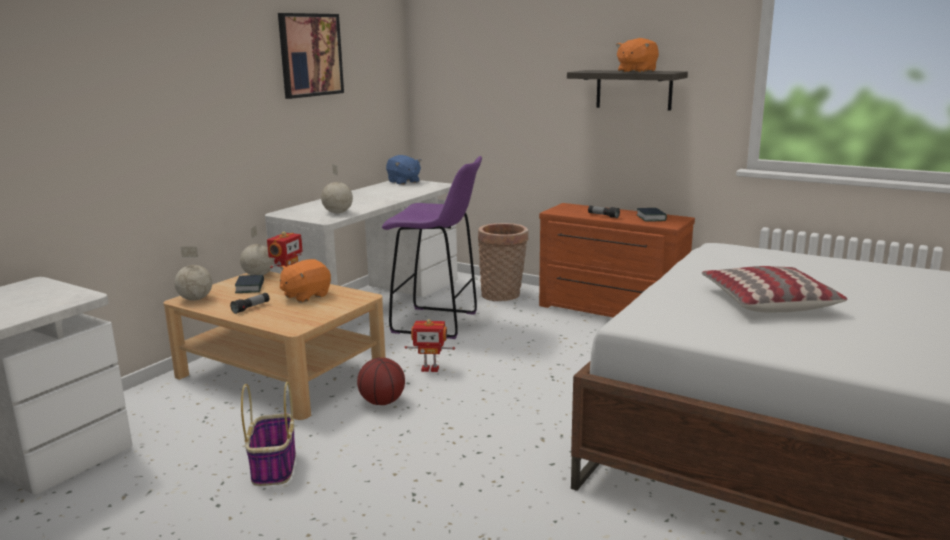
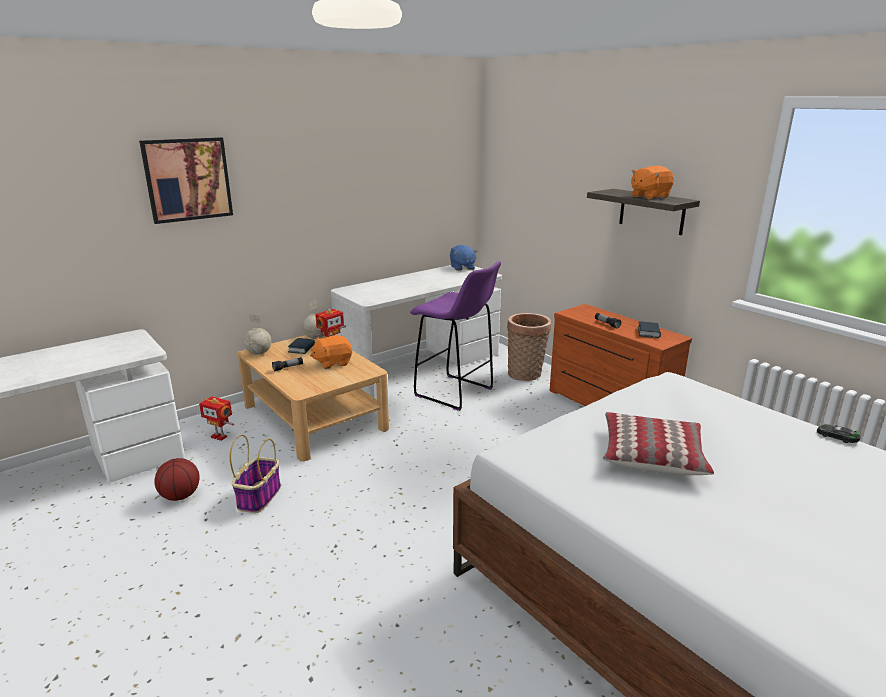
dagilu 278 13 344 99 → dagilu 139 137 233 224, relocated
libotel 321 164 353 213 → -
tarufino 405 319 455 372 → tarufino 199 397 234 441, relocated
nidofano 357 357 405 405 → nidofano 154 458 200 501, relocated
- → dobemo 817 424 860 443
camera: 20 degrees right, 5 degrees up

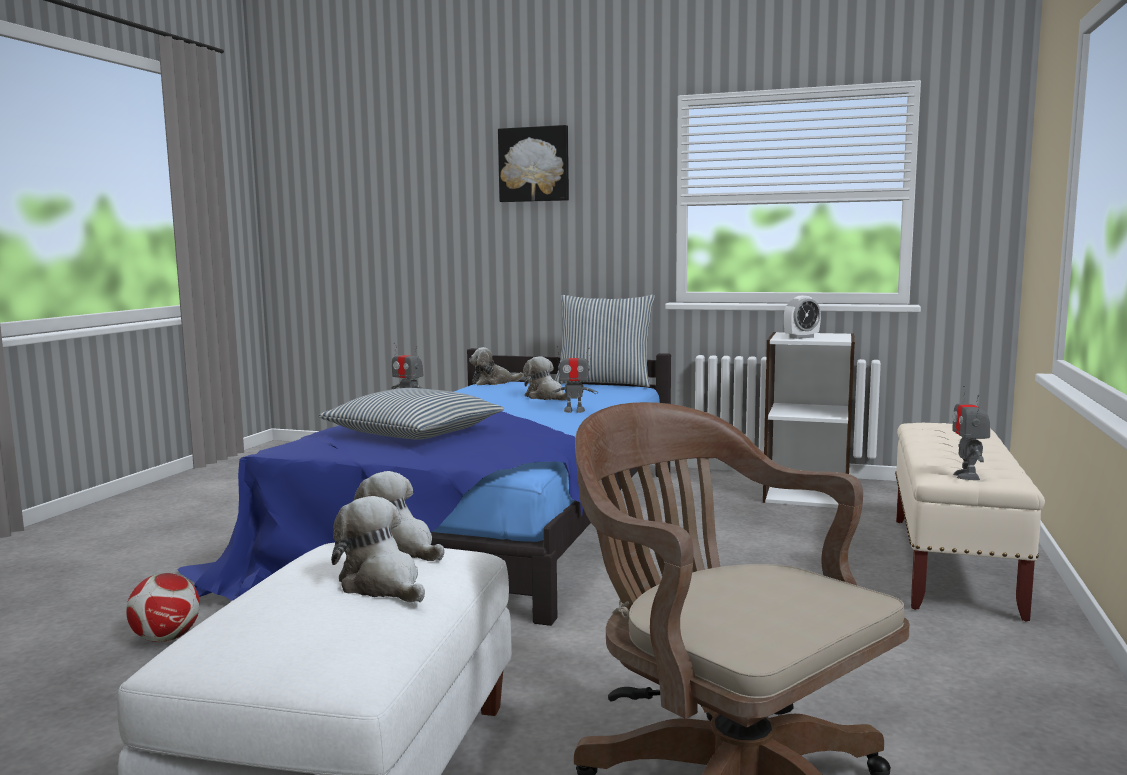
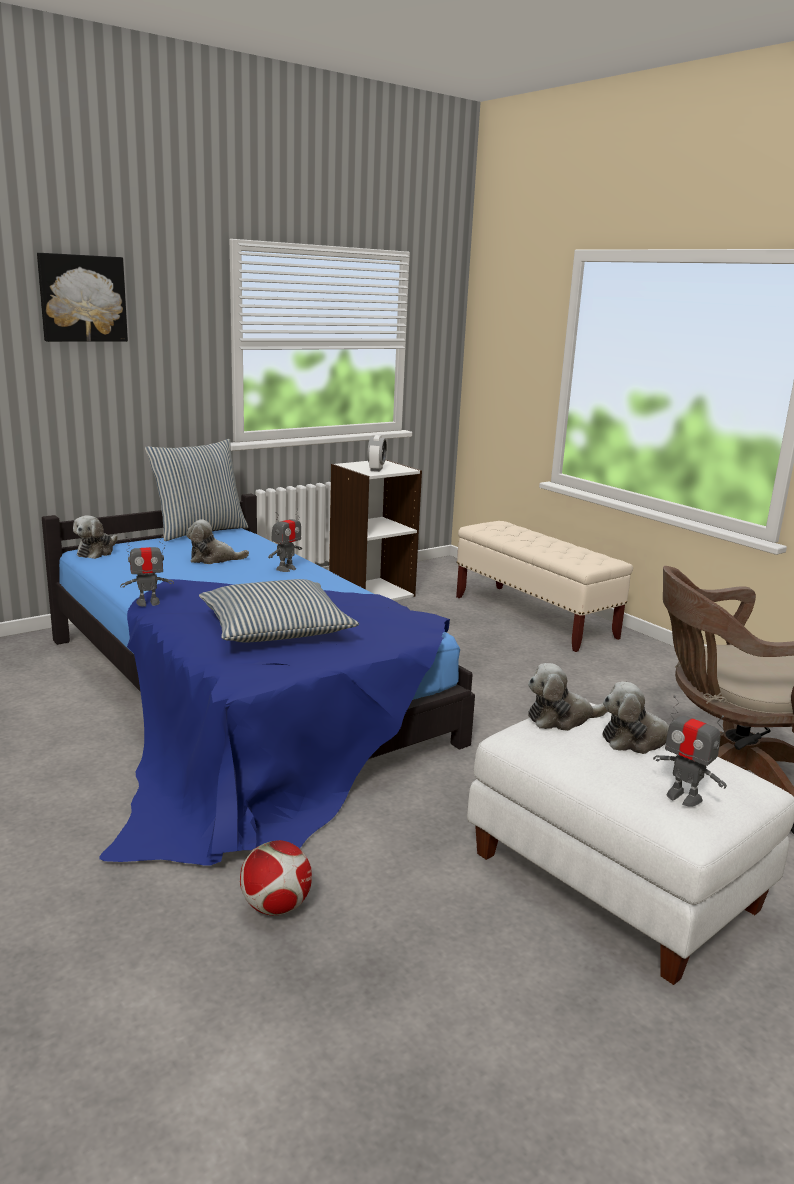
tarufino 952 385 990 480 → tarufino 653 696 727 807, relocated
camera: 55 degrees left, 10 degrees up

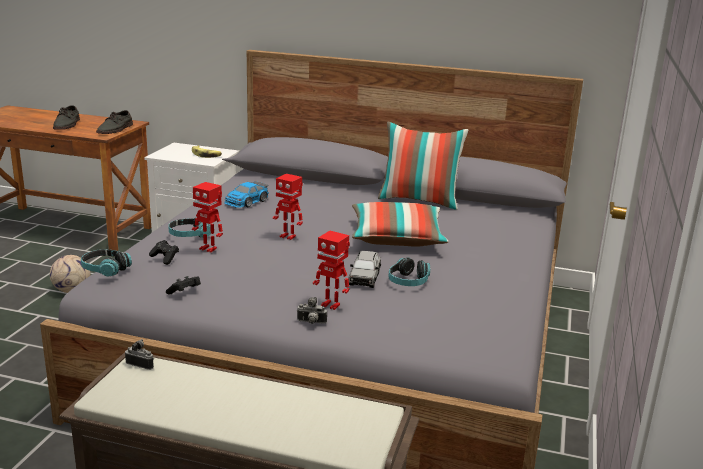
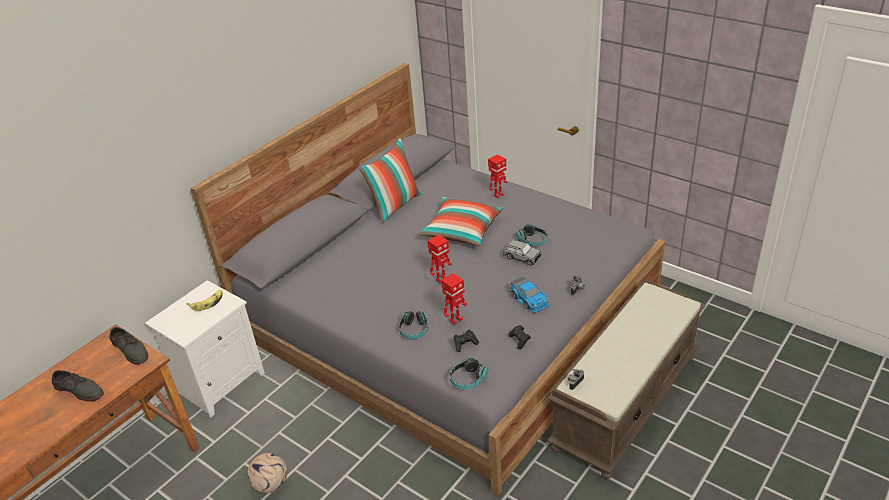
dobemo 224 181 269 208 → dobemo 510 276 549 313, relocated
tarufino 313 231 350 310 → tarufino 488 154 508 198, relocated
camera: 65 degrees left, 15 degrees up

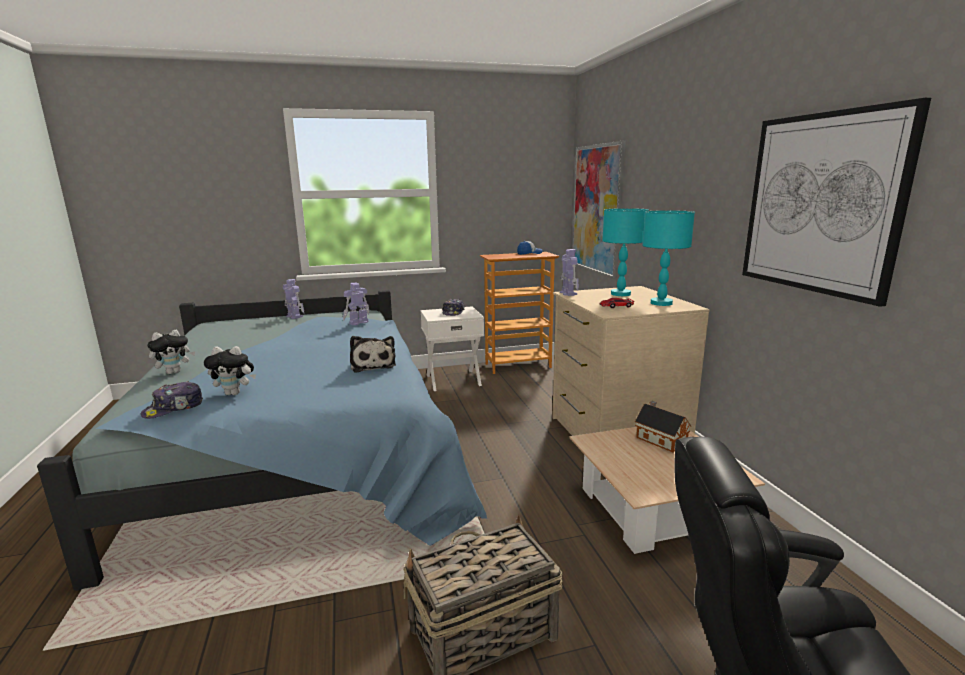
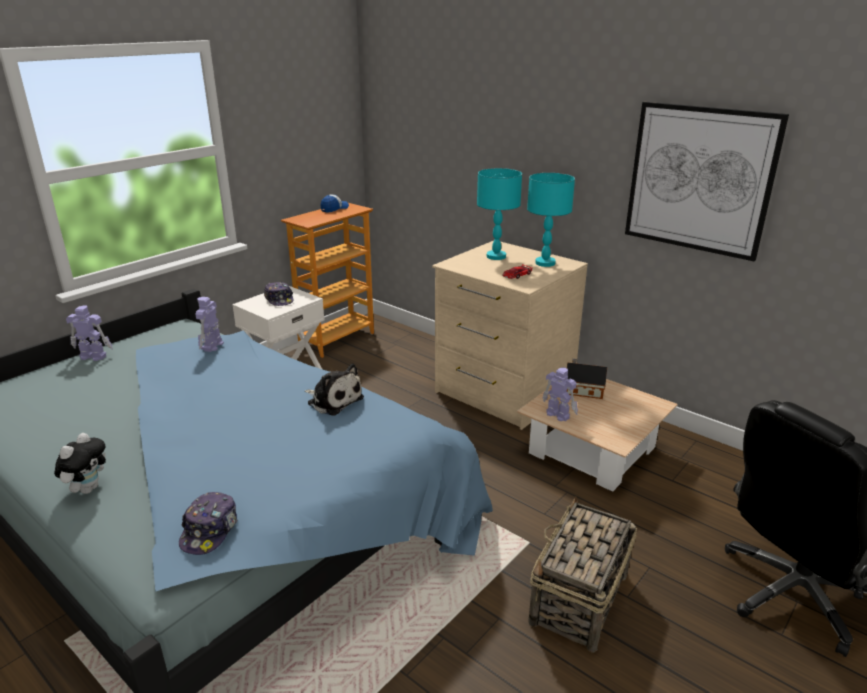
dagilu 572 141 626 279 → -
tarufino 560 249 579 296 → tarufino 542 368 578 421, relocated
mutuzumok 204 346 256 395 → -
camera: 35 degrees left, 10 degrees up

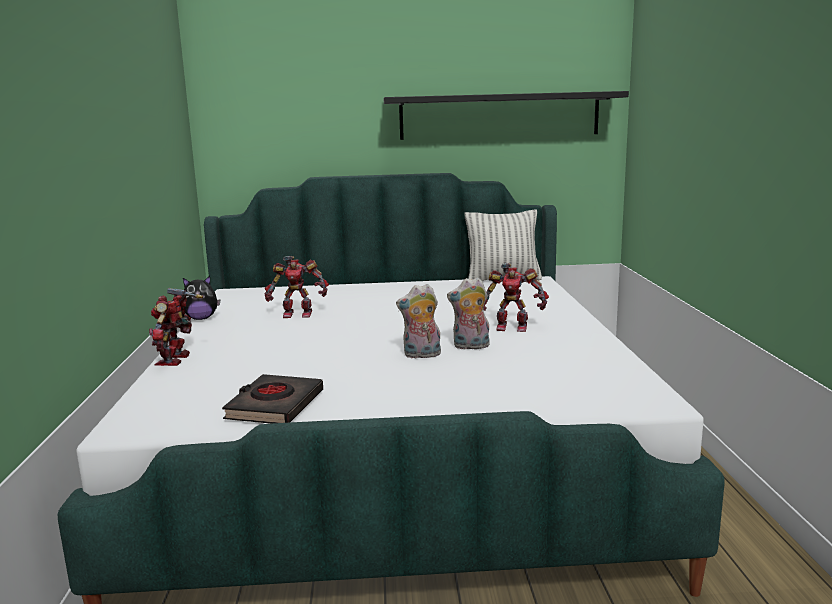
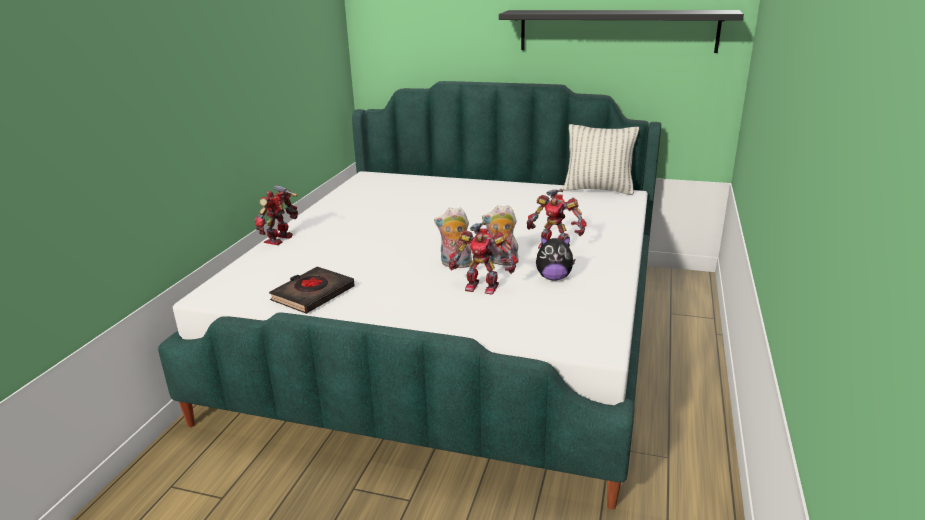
tarufino 265 256 329 318 → tarufino 449 221 518 294, relocated
mutuzumok 183 276 220 320 → mutuzumok 536 236 575 281, relocated
camera: 20 degrees right, 10 degrees up

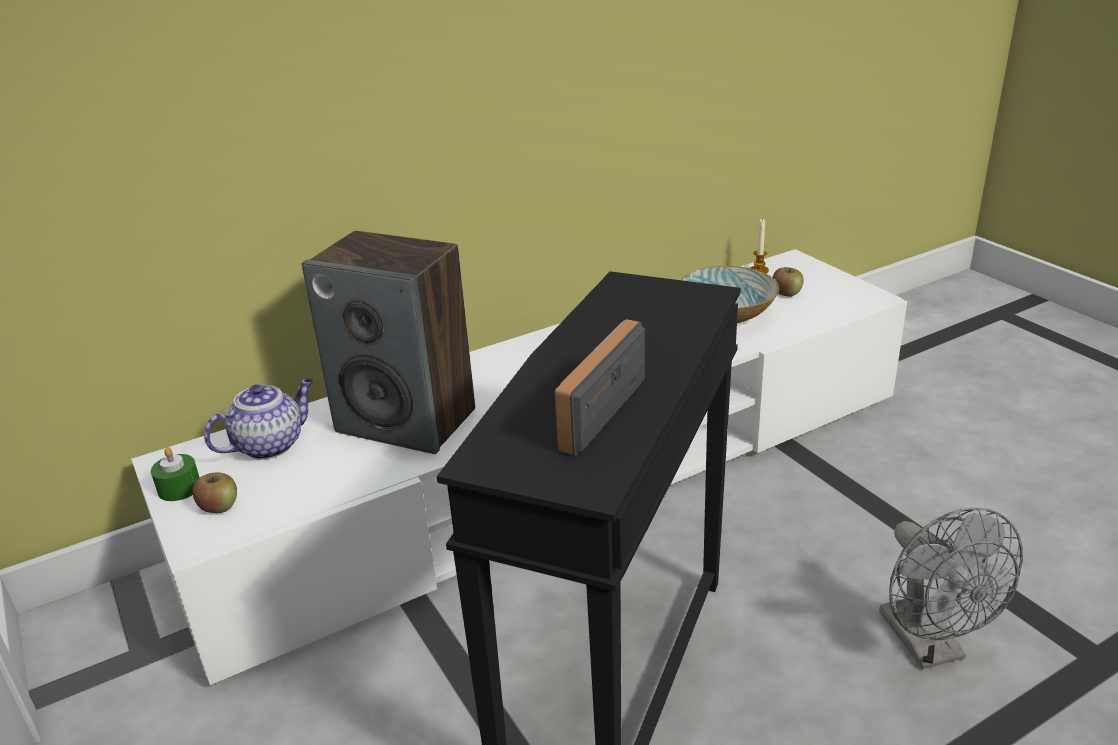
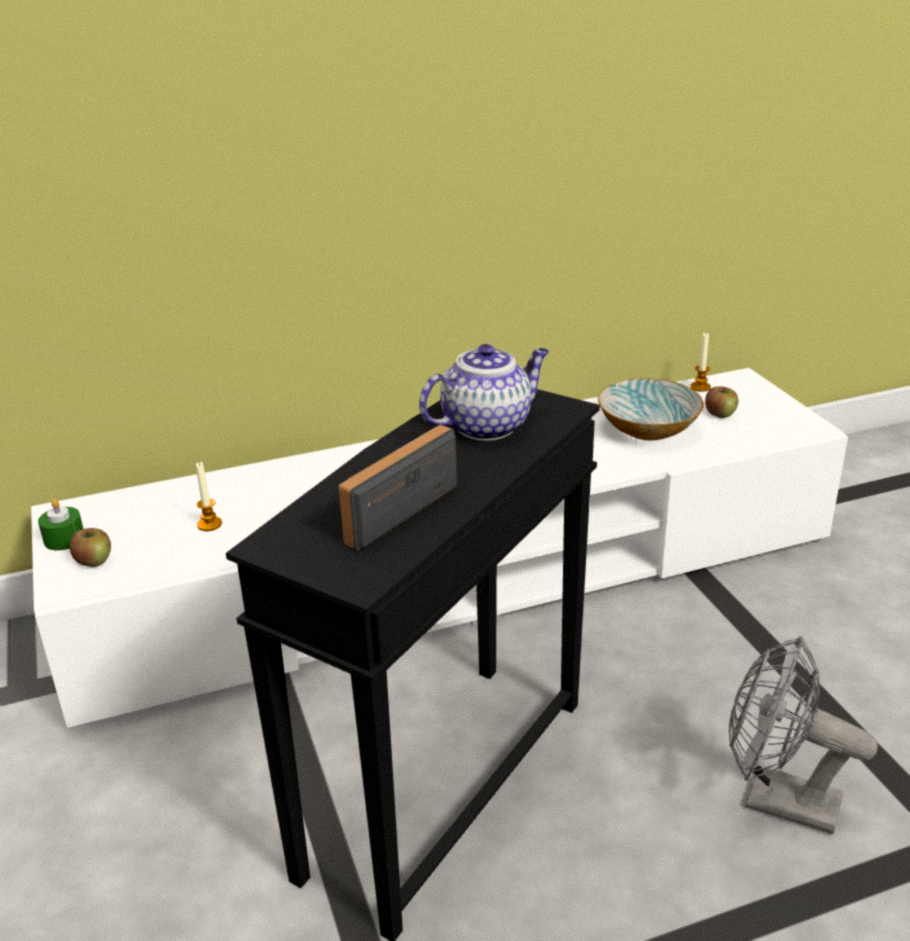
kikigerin 302 231 475 454 → -
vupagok 204 379 313 460 → vupagok 419 344 549 441, relocated
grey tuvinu 879 508 1023 669 → grey tuvinu 729 636 878 834, 120 degrees clockwise
- → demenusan 196 462 222 531
camera: 10 degrees right, 0 degrees up

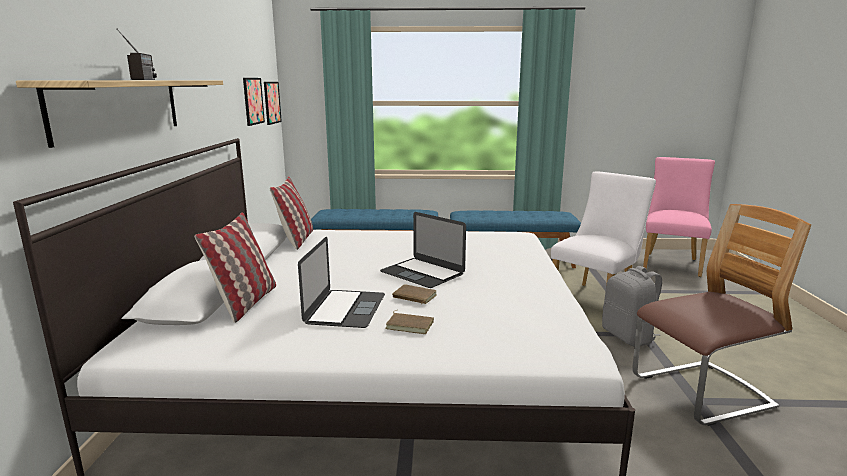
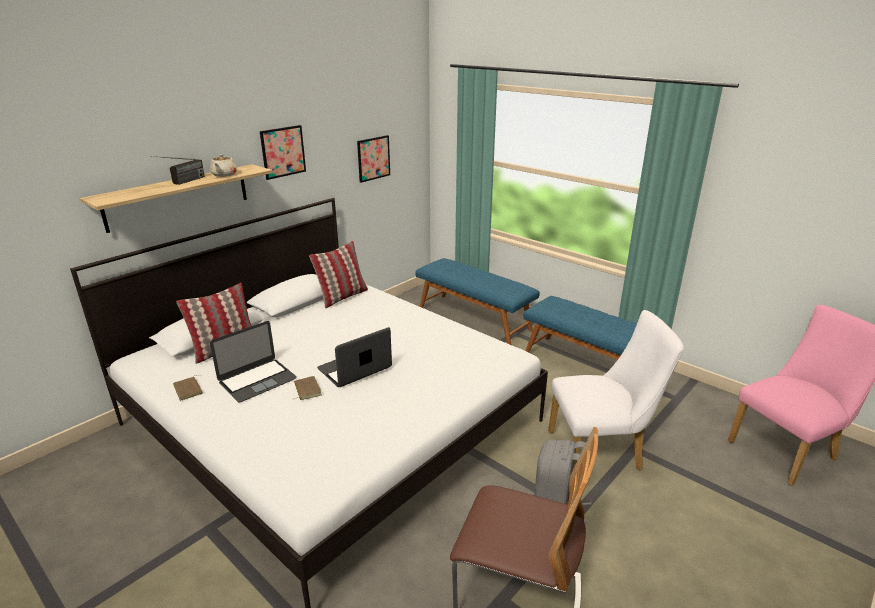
dagilu 264 82 282 125 → dagilu 260 125 306 180, relocated
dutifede 380 212 466 288 → dutifede 317 327 392 387, 60 degrees clockwise
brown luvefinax 385 310 434 334 → brown luvefinax 173 375 203 401, relocated
- → beige vupagok 210 154 237 177
camera: 40 degrees right, 10 degrees up

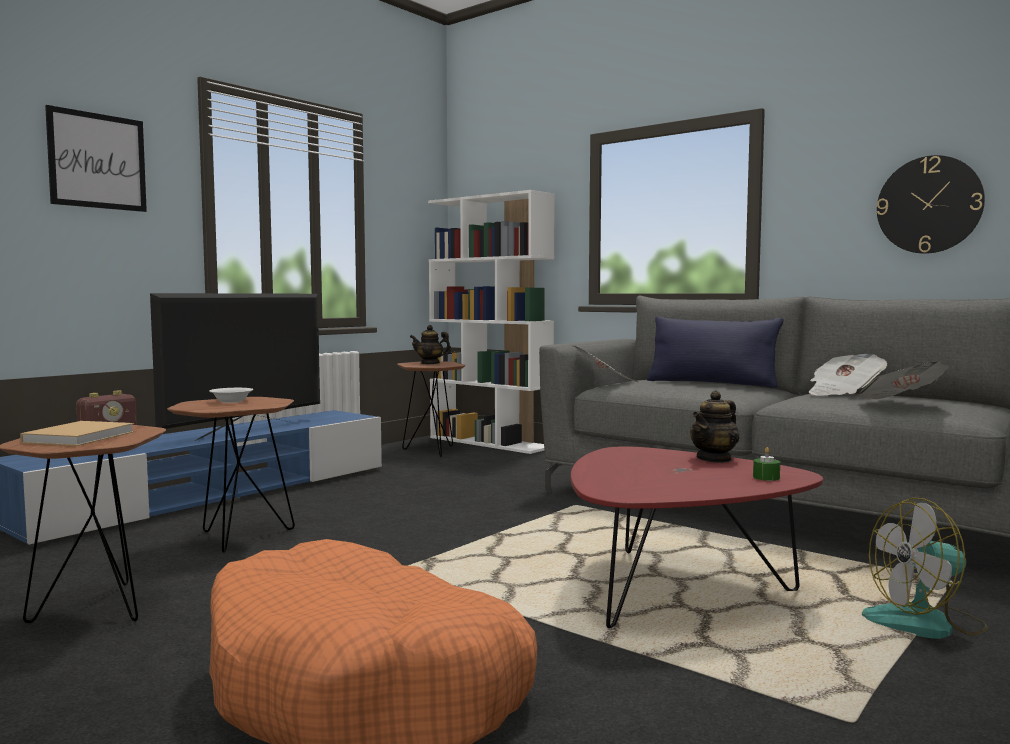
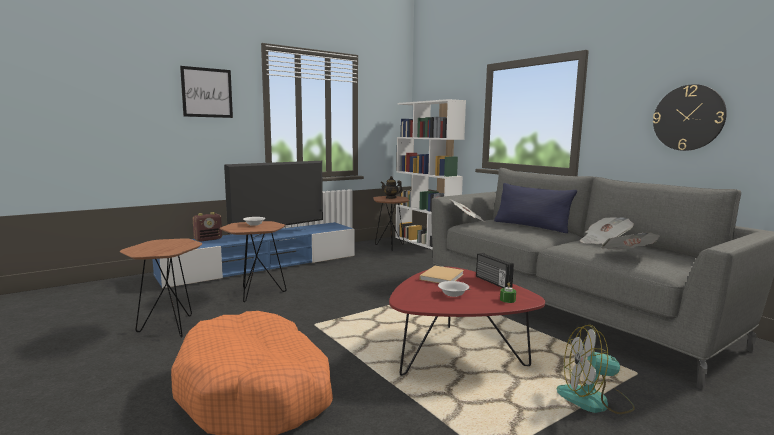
vupagok 690 390 740 463 → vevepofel 476 253 514 288
beige luvefinax 20 421 134 446 → beige luvefinax 420 266 464 283, relocated
- → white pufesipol 438 281 469 297
camera: 15 degrees right, 5 degrees up

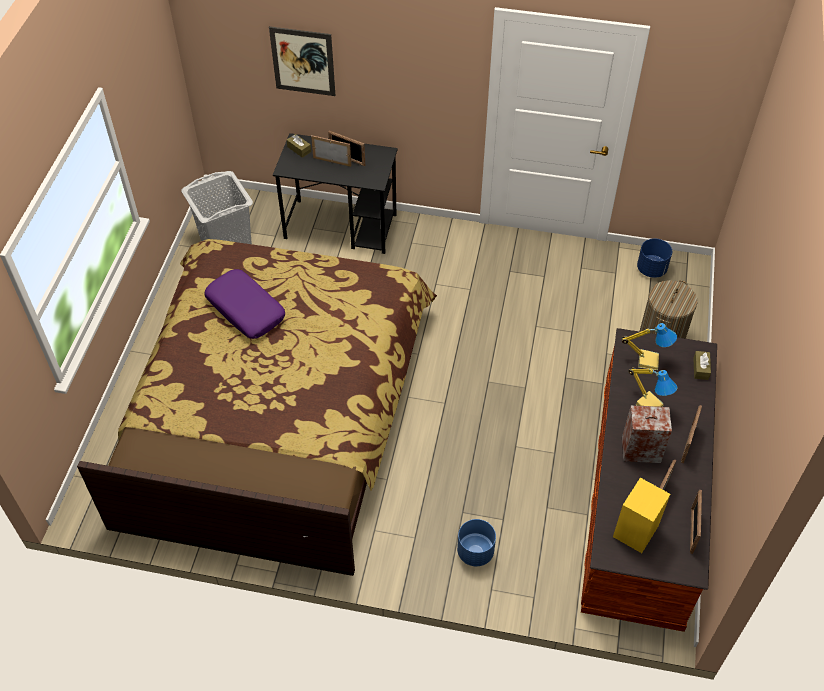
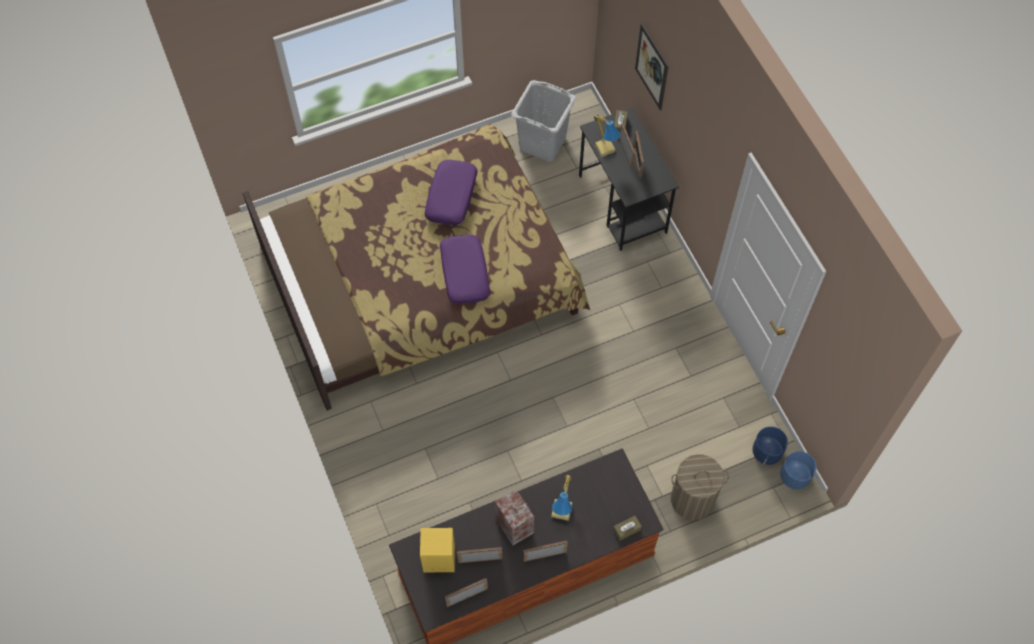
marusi 622 323 677 370 → marusi 594 115 621 157, relocated
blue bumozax 457 519 496 566 → blue bumozax 780 451 817 490, relocated
- → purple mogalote 440 235 490 304
camera: 55 degrees right, 10 degrees up

